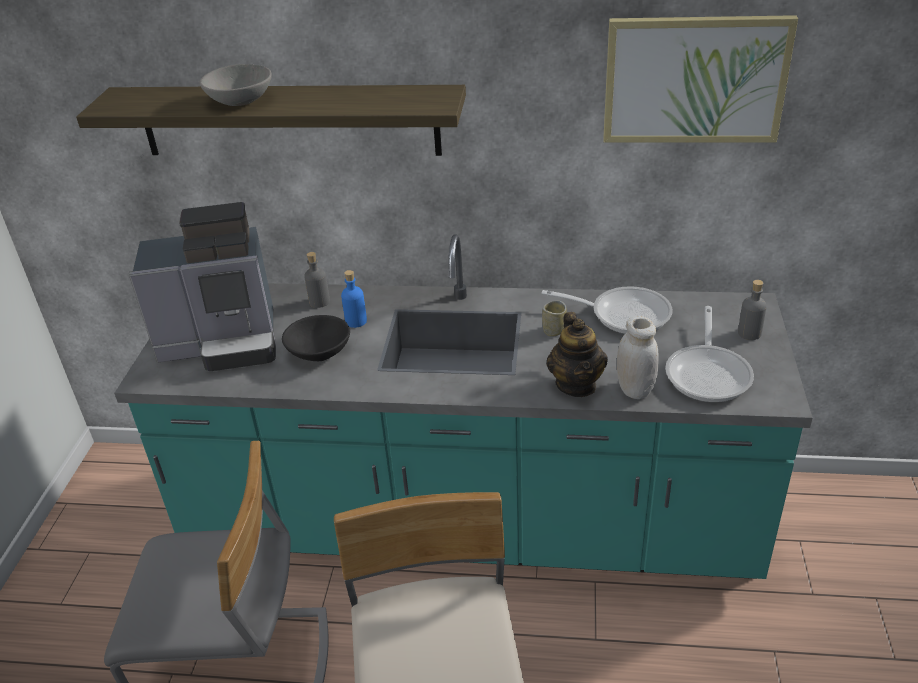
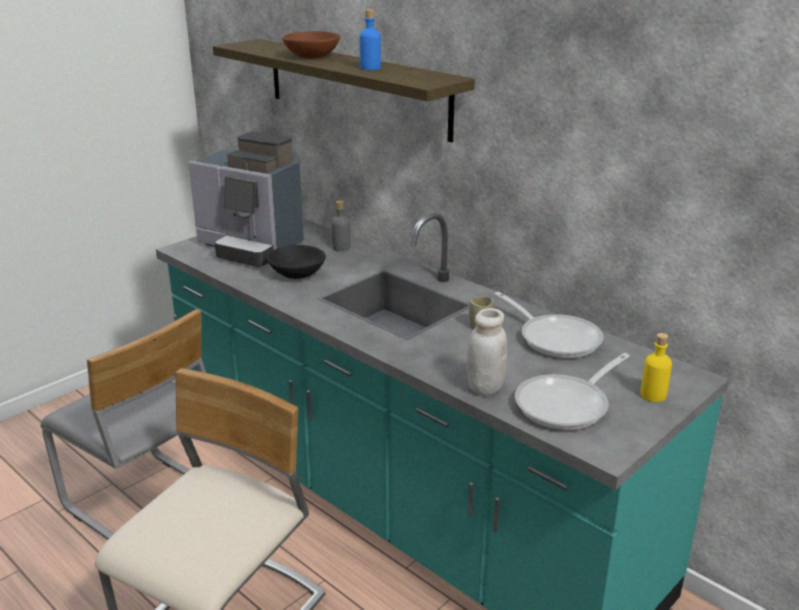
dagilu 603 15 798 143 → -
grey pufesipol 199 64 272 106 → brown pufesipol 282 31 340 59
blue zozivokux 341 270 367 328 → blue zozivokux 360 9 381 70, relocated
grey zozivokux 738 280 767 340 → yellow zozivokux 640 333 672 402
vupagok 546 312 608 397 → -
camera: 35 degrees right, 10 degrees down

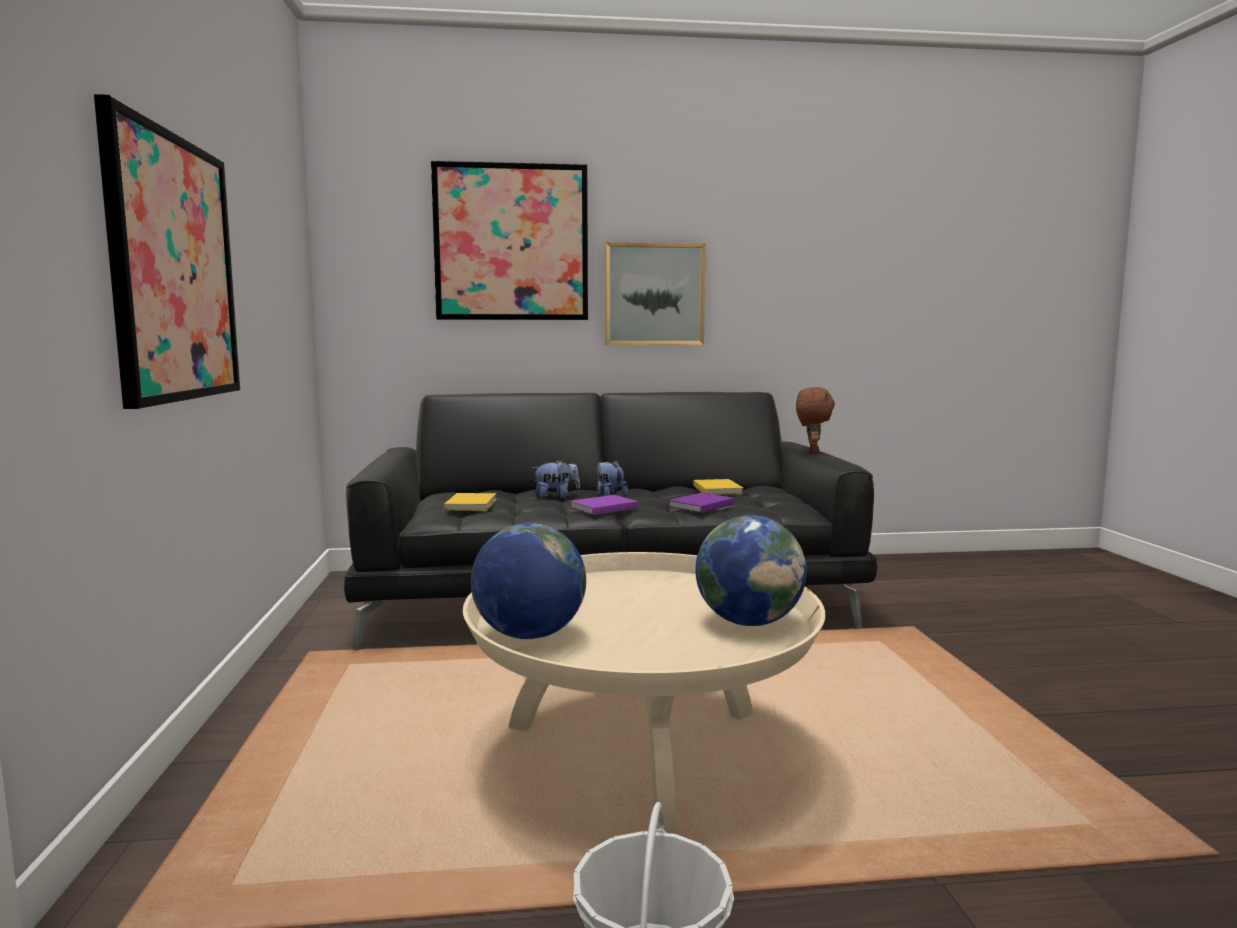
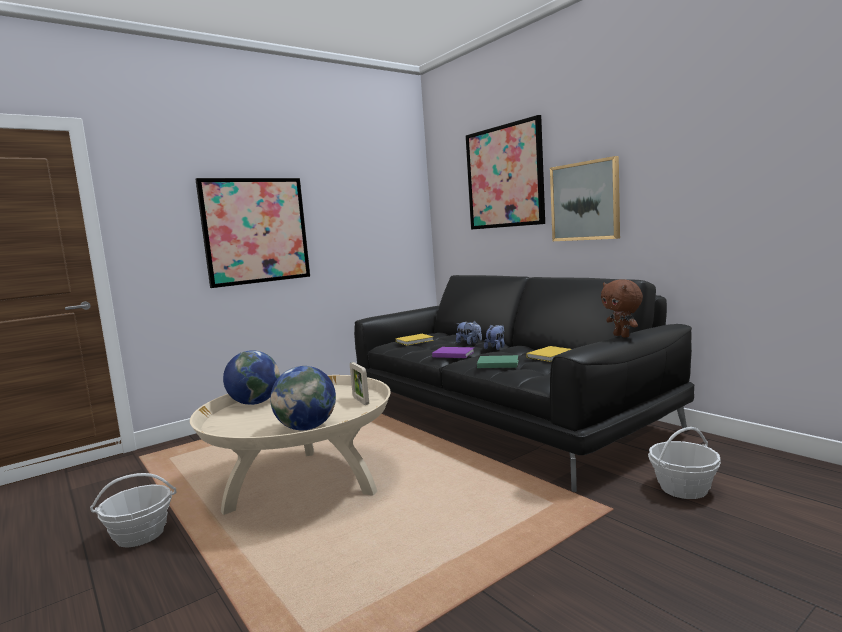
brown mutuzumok 796 387 835 453 → brown mutuzumok 601 279 643 338, 90 degrees clockwise
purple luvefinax 668 493 734 513 → green luvefinax 477 355 519 368
- → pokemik 350 362 369 405
- → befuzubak 648 427 721 499
camera: 60 degrees right, 0 degrees up

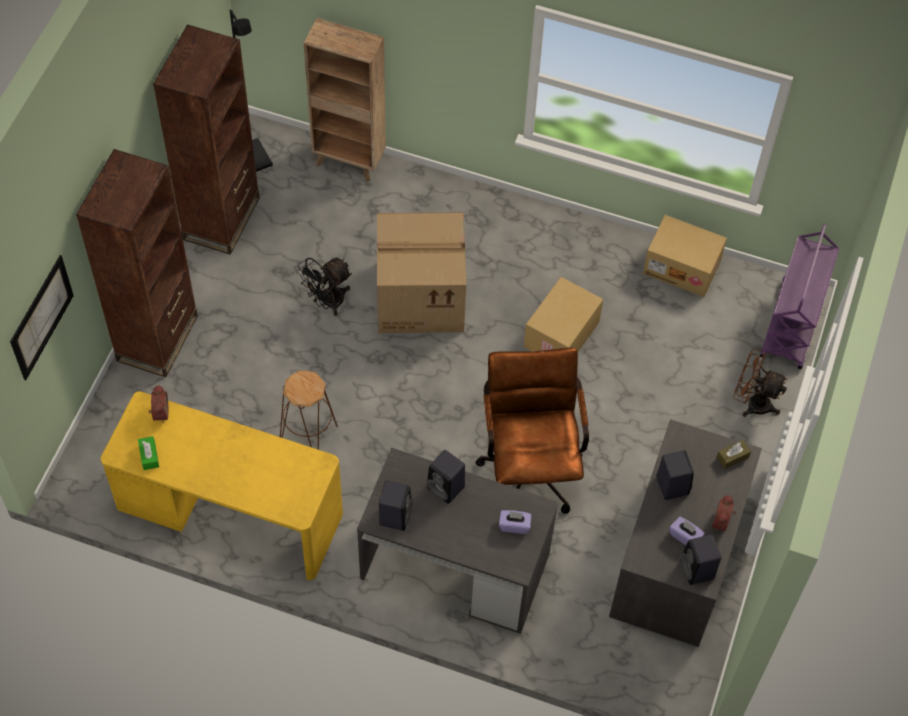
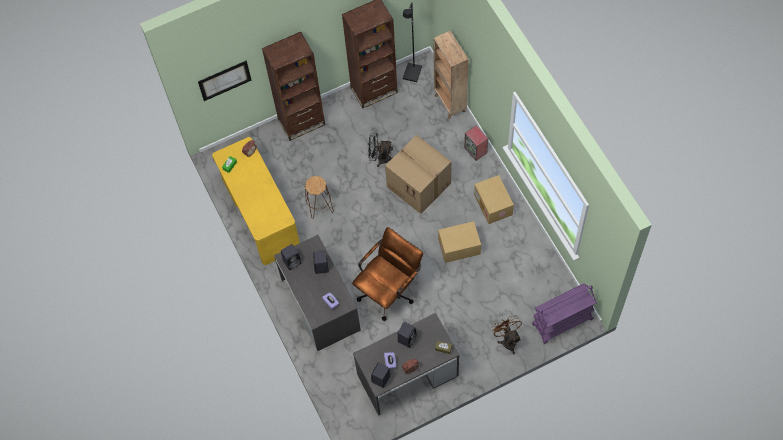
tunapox 643 215 727 297 → tunapox 474 175 514 224, relocated
- → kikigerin 464 126 488 161
camera: 50 degrees right, 5 degrees up

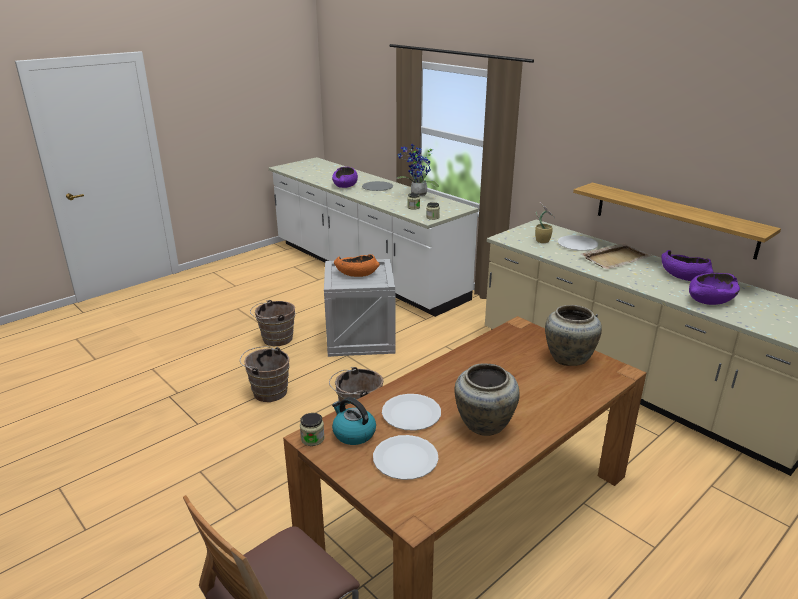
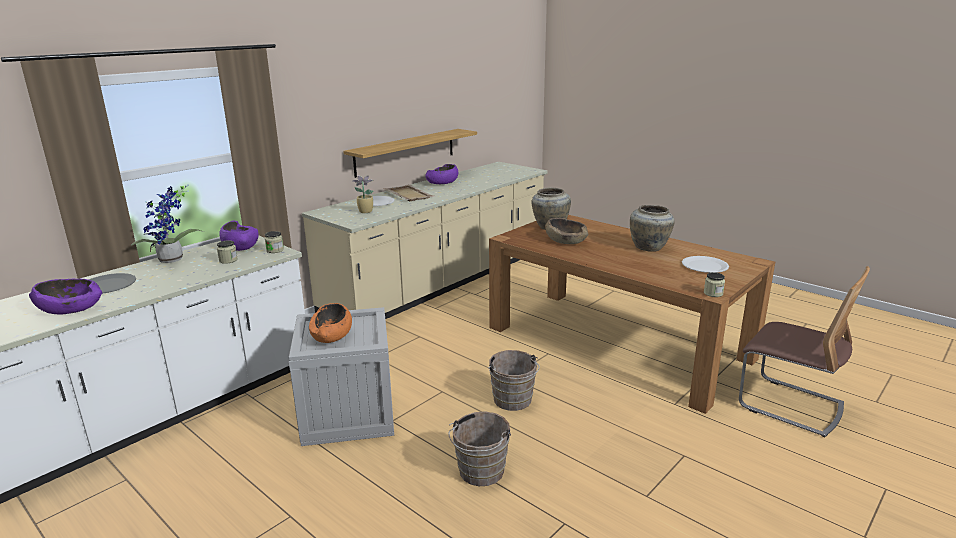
purple pufesipol 689 273 740 305 → purple pufesipol 219 220 259 251, relocated
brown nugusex 250 300 295 346 → -
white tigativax 382 394 441 431 → -
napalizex 332 397 376 445 → -
- → brown pufesipol 545 218 588 244
camera: 95 degrees left, 5 degrees down

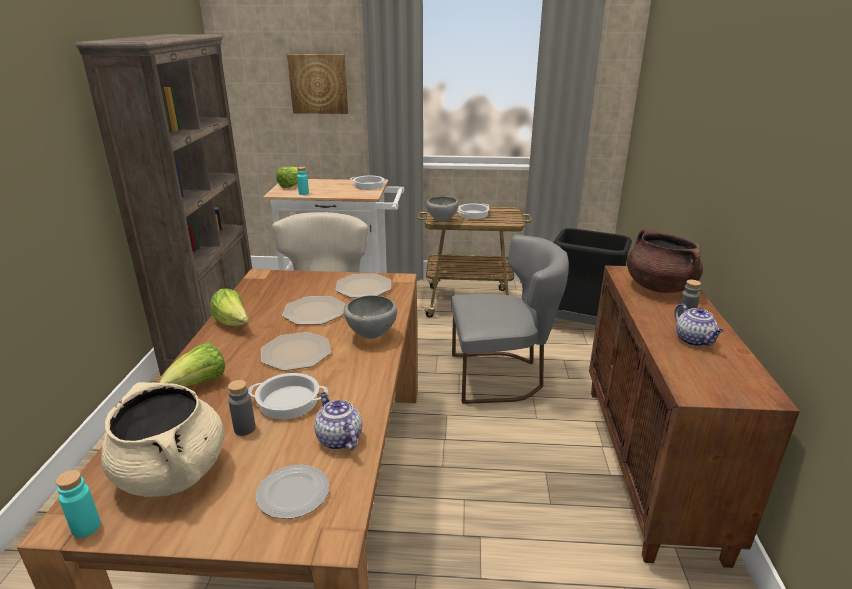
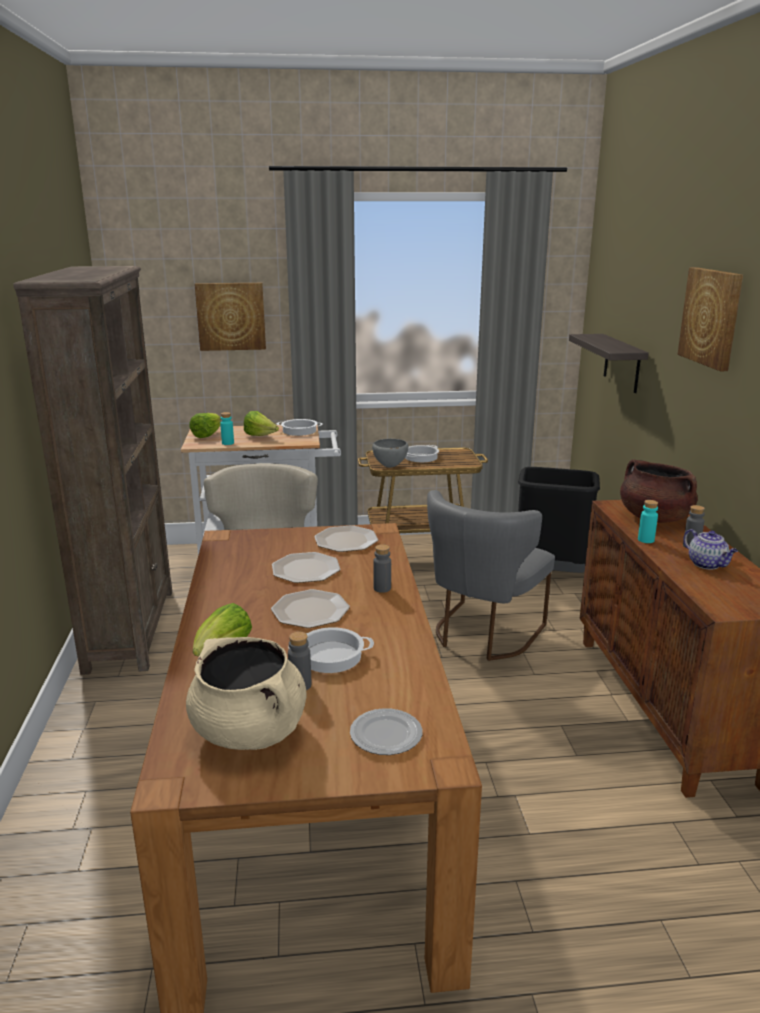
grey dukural 451 235 569 404 → grey dukural 427 490 555 661, 135 degrees clockwise
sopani 210 288 249 326 → sopani 244 411 279 436, relocated
grey pufesipol 344 295 397 339 → grey zozivokux 373 544 391 593
vupagok 314 392 362 450 → -
turquoise zozivokux 56 470 101 538 → turquoise zozivokux 638 500 658 543, relocated
- → dagilu 678 267 743 371
- → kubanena 569 334 649 393
camera: 10 degrees left, 5 degrees down

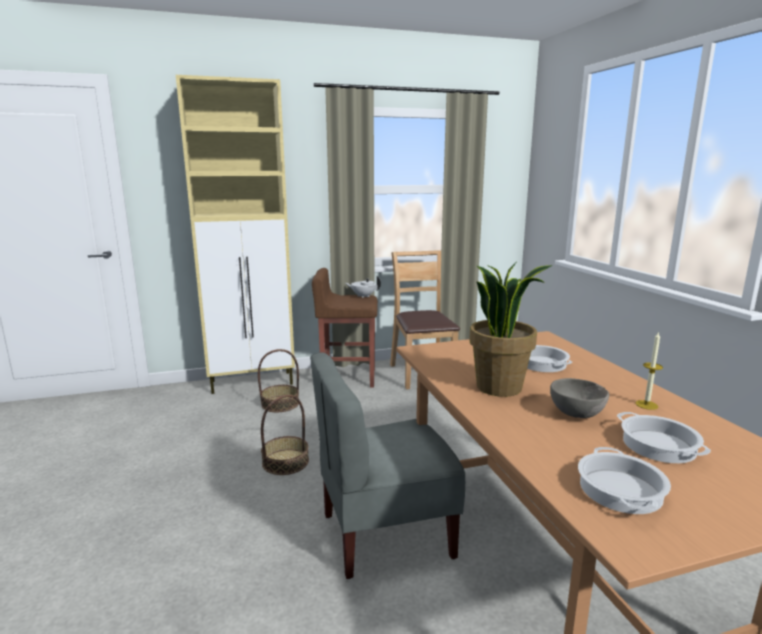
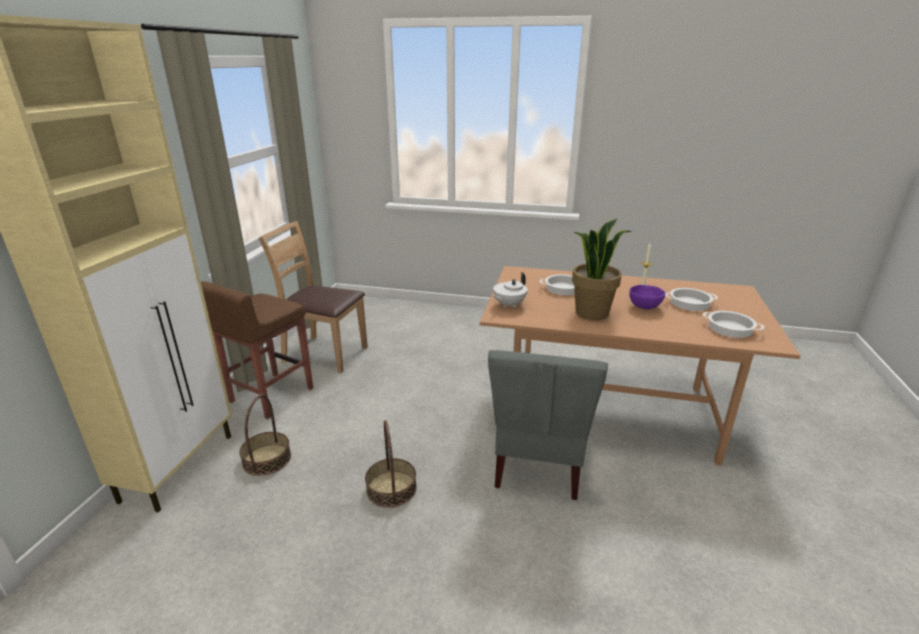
white vupagok 345 276 381 298 → white vupagok 493 272 528 308, relocated
grey pufesipol 550 378 609 418 → purple pufesipol 629 285 666 309
camera: 60 degrees left, 10 degrees up

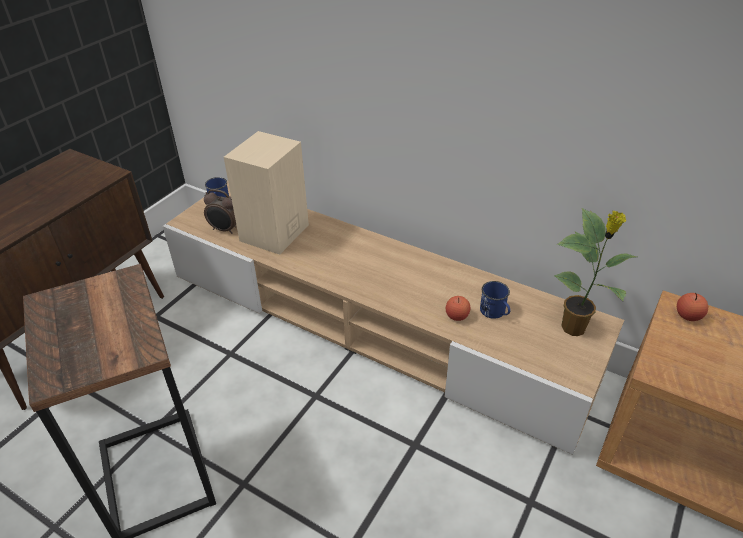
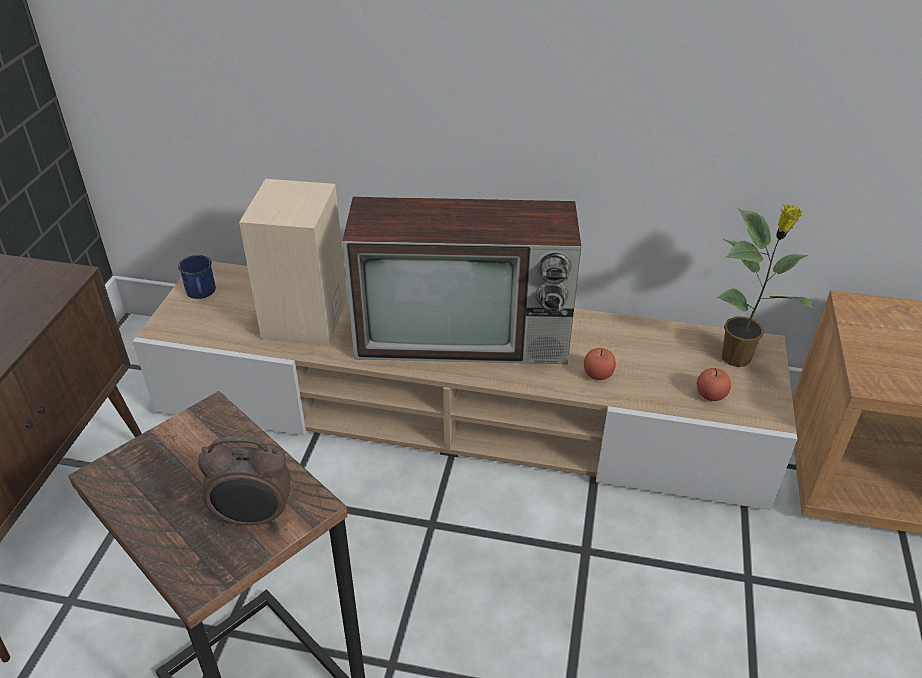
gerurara 204 189 236 234 → gerurara 198 437 290 526, relocated
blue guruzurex 480 281 511 319 → -
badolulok 677 293 708 321 → badolulok 697 368 731 401, relocated
- → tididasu 342 197 581 364
camera: 20 degrees left, 0 degrees up

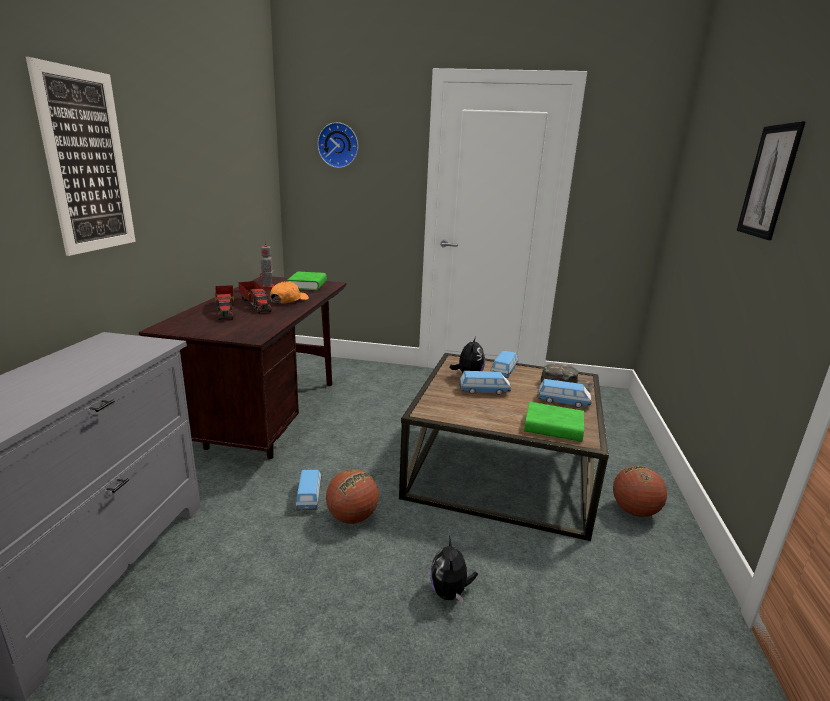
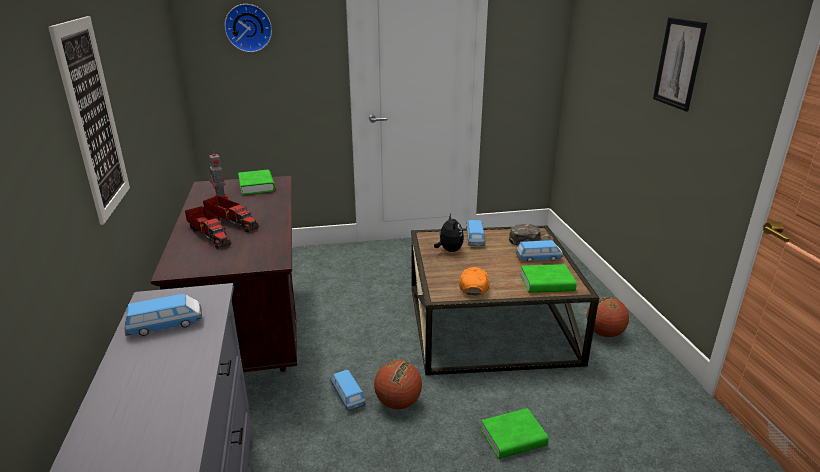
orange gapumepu 270 281 309 304 → orange gapumepu 459 267 490 295, relocated
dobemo 459 371 511 395 → dobemo 125 294 202 336, relocated
mutuzumok 430 536 478 603 → green luvefinax 481 408 549 459
camera: 20 degrees left, 5 degrees up

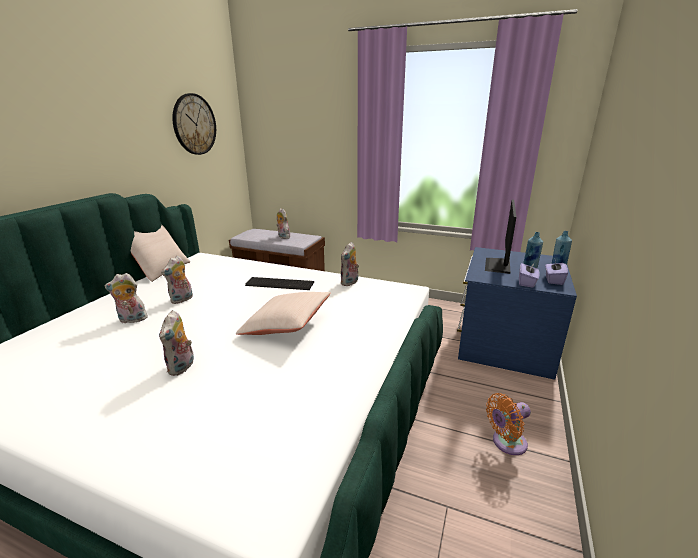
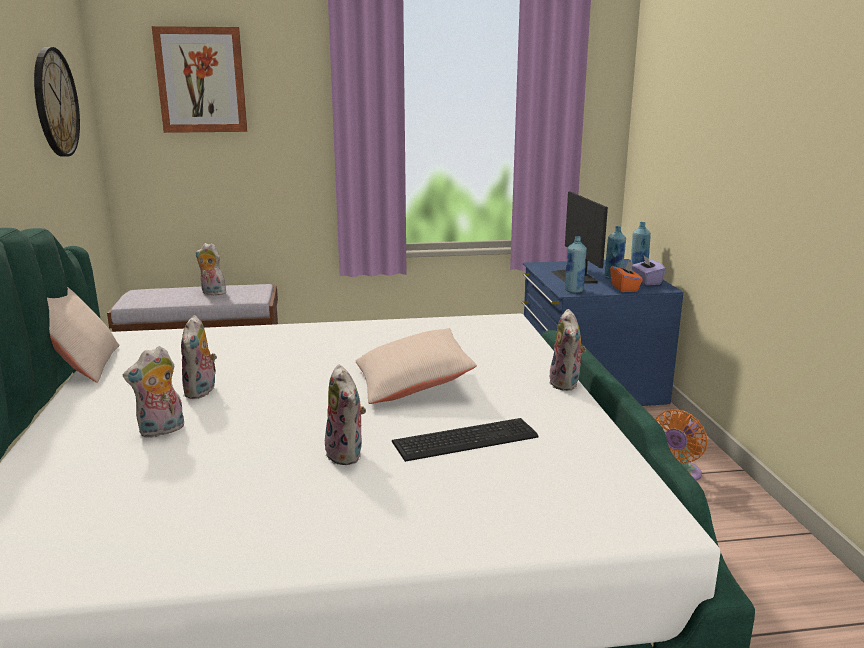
mutuzumok 340 242 359 286 → mutuzumok 549 309 586 391, relocated
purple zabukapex 519 263 539 287 → orange zabukapex 610 261 643 292
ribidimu 245 277 314 290 → ribidimu 392 418 539 462, relocated
- → dagilu 152 26 247 133
- → blue zozivokux 565 236 587 293
camera: 30 degrees left, 5 degrees down

